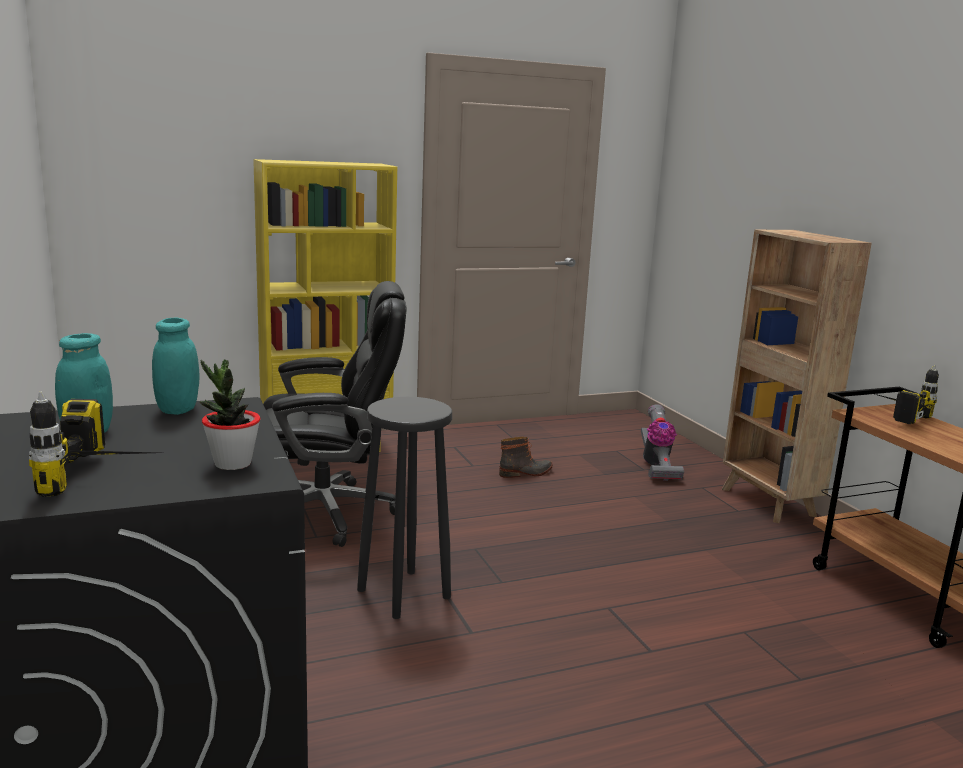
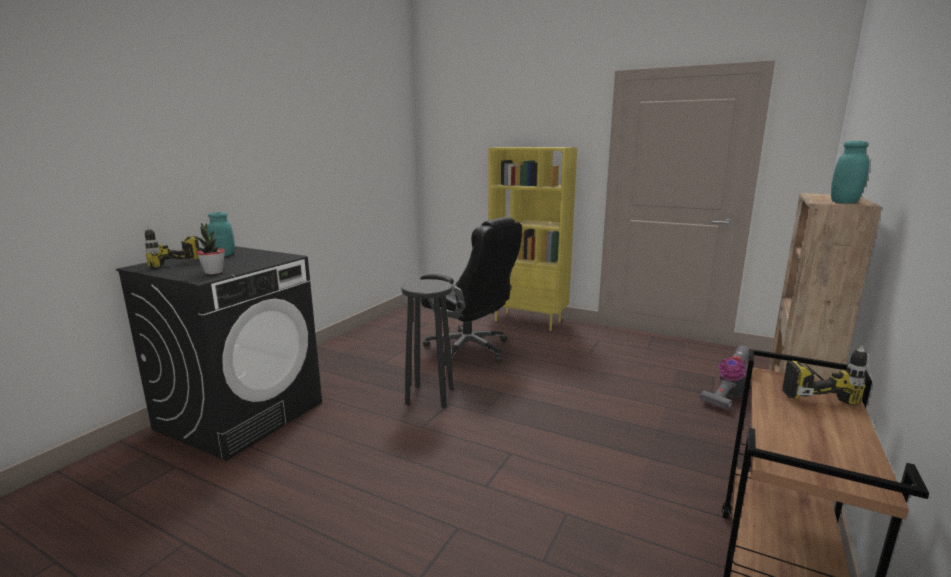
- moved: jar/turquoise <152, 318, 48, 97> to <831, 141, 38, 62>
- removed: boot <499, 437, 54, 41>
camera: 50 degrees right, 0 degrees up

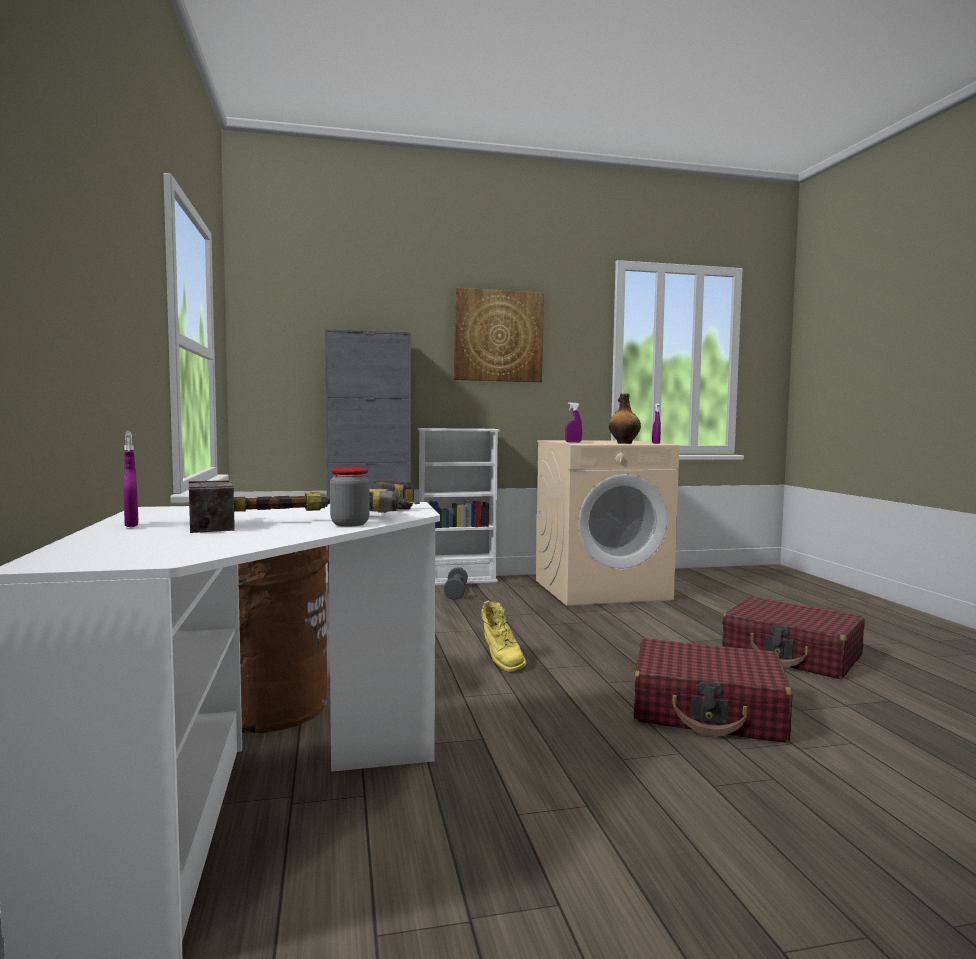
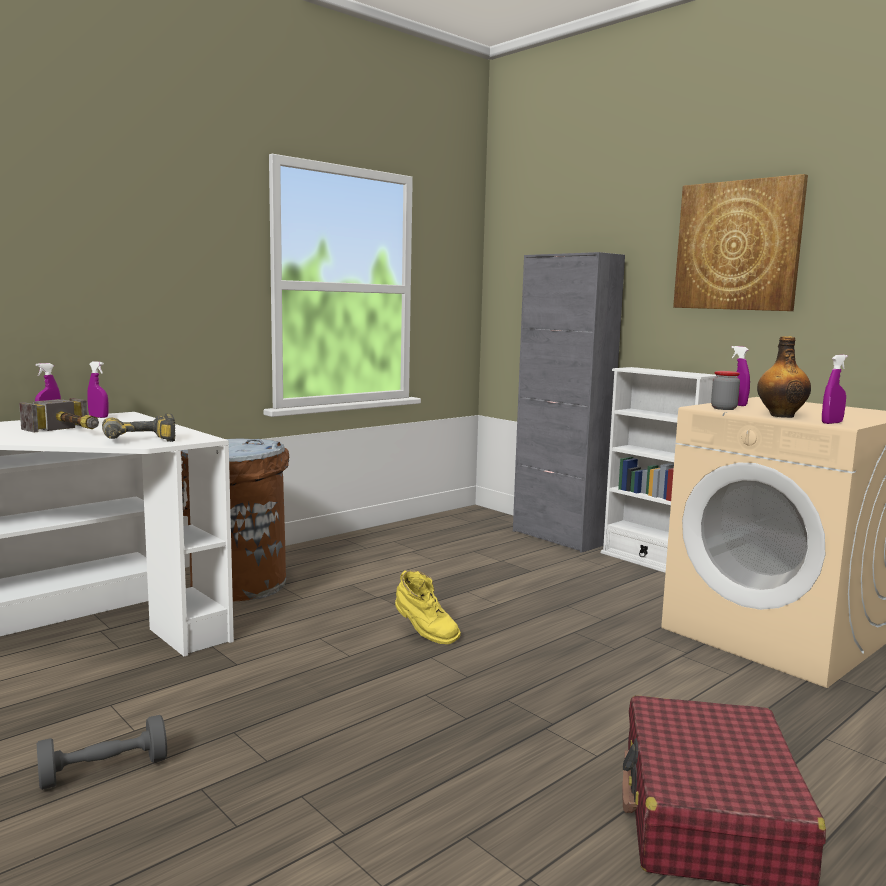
- moved: dumbbell/grey <444, 567, 24, 33> to <37, 715, 130, 75>
- added: spray bottle/purple <87, 361, 22, 57>
- turned: boot/yellow <481, 600, 45, 72> = <395, 570, 66, 74> 90 degrees counterclockwise
- moved: jar <330, 467, 40, 59> to <711, 371, 29, 39>
- removed: suitcase/red <634, 638, 159, 105>
camera: 60 degrees right, 5 degrees up

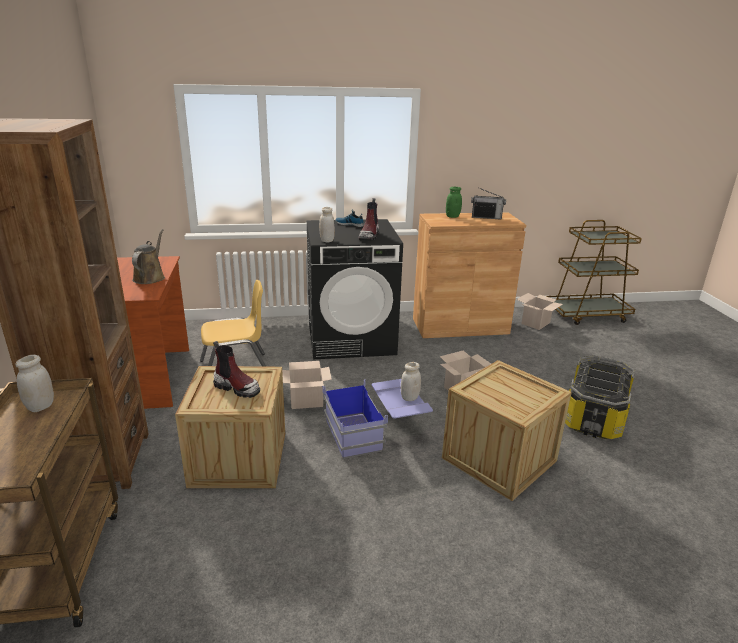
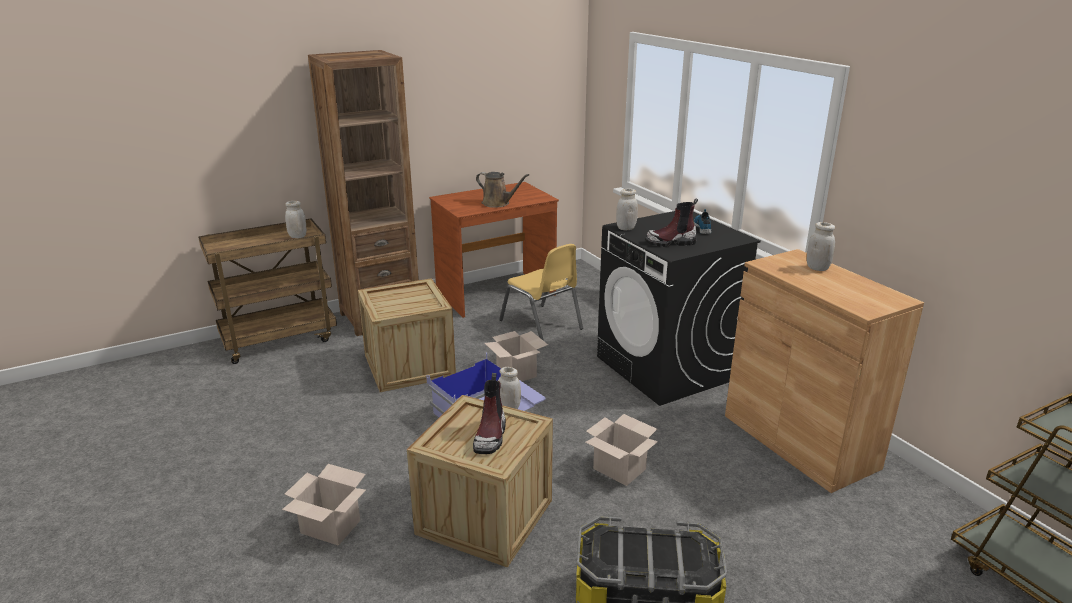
- moved: cardboard box <517, 293, 46, 37> to <282, 464, 84, 82>
- moved: boot <213, 341, 47, 57> to <473, 373, 33, 81>
- turned: watering can/brown <132, 229, 33, 55> = <476, 172, 53, 36> 45 degrees clockwise
- recoloured: jar/green <446, 187, 16, 31> to jar/white <807, 222, 28, 49>
- removed: radio <471, 188, 35, 32>
camera: 70 degrees right, 0 degrees up

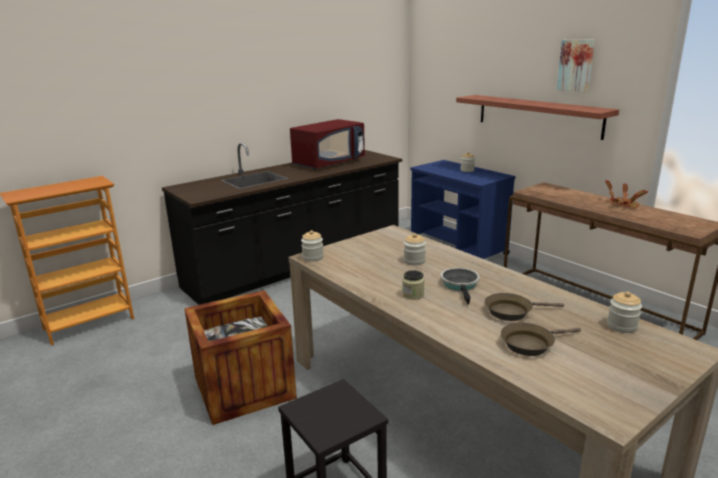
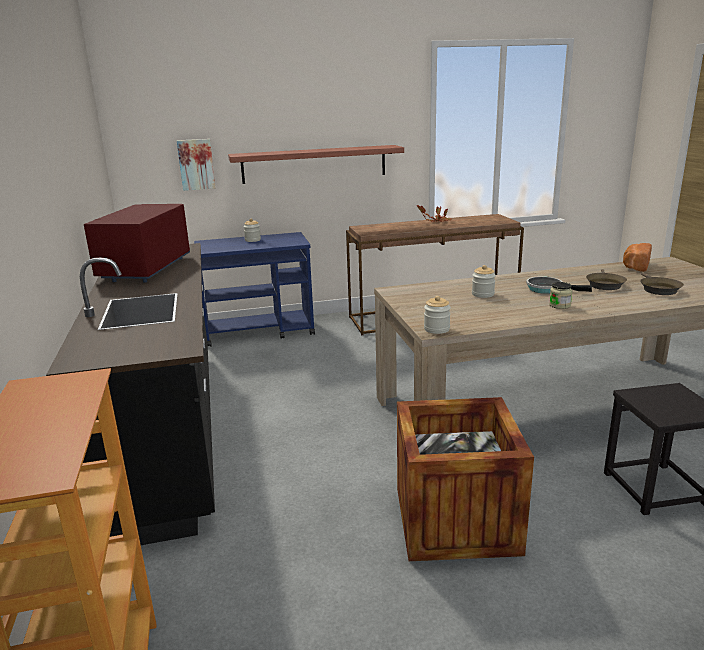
- turned: microwave/red <290, 119, 75, 51> = <84, 204, 106, 79> 150 degrees counterclockwise
- moved: picture <557, 39, 38, 53> to <177, 139, 38, 52>
- replaced: jar <607, 291, 35, 42> to bread <623, 243, 29, 29>
camera: 65 degrees left, 0 degrees up

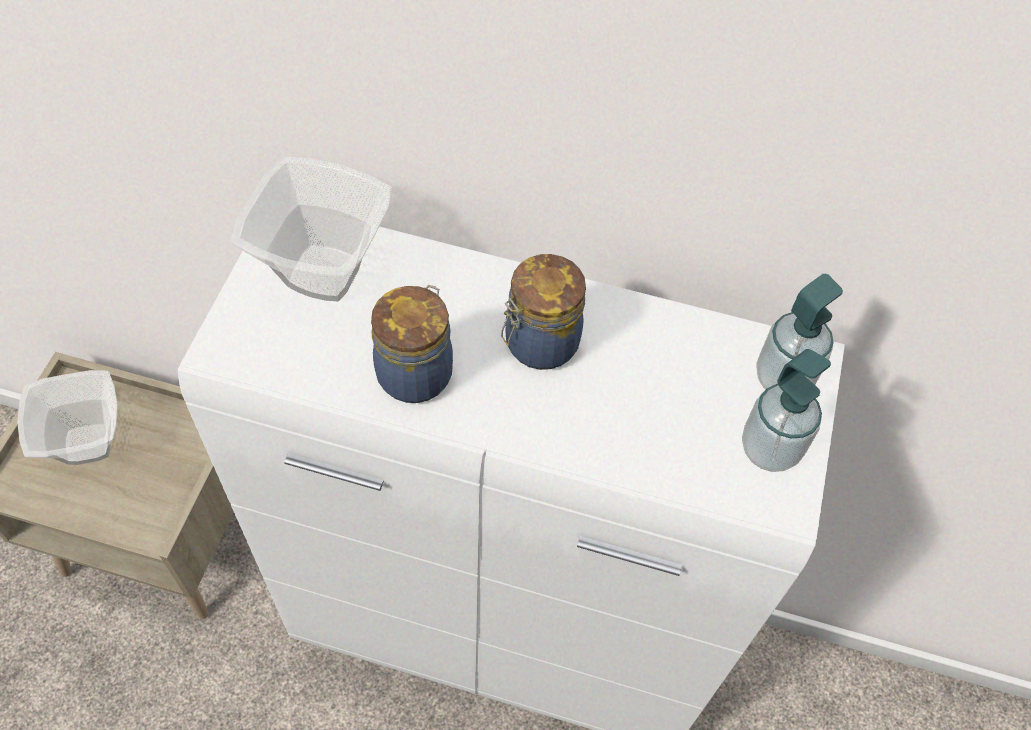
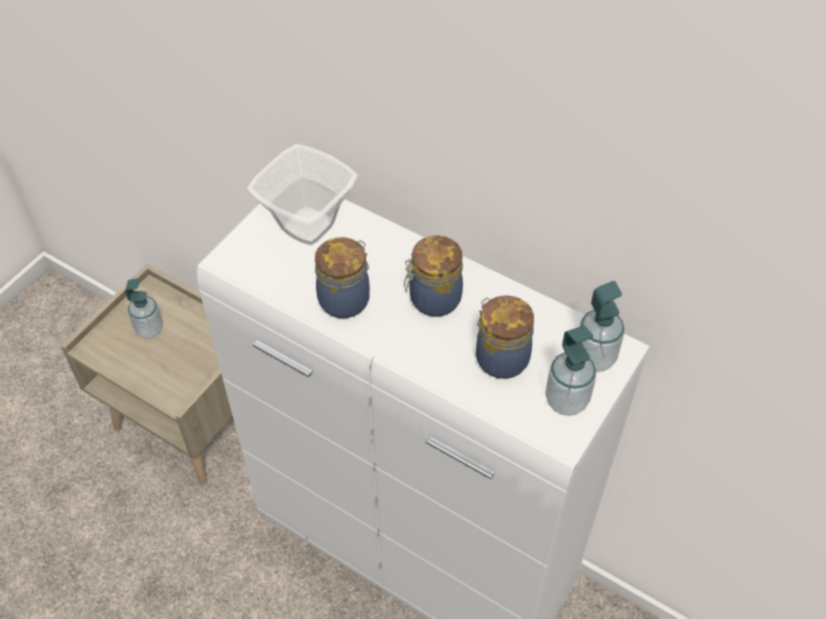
- replaced: bowl <17, 370, 100, 95> to soap dispenser <125, 278, 38, 61>
- added: jar <476, 295, 58, 84>
camera: 20 degrees right, 5 degrees down

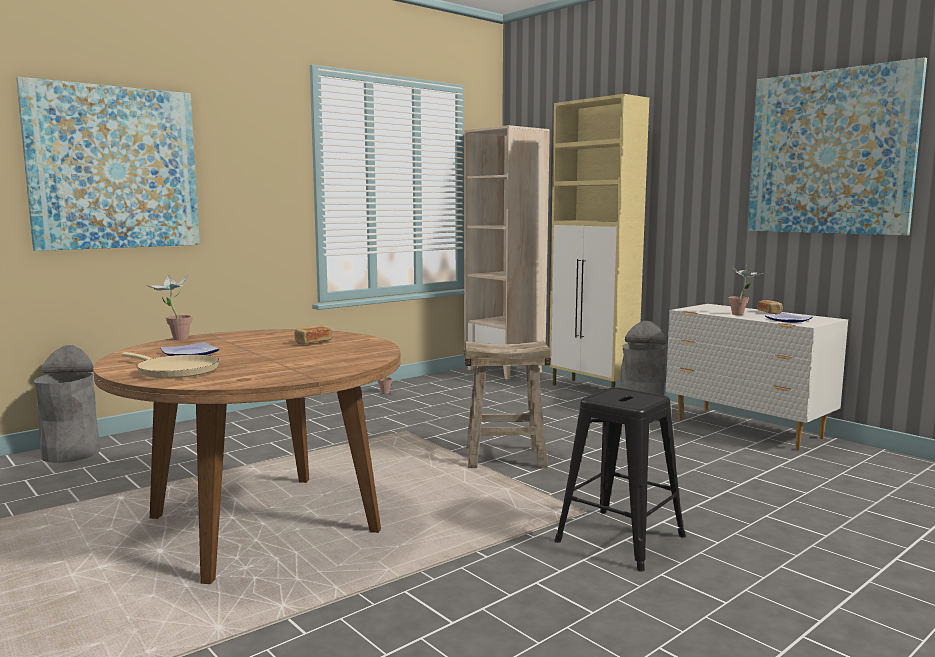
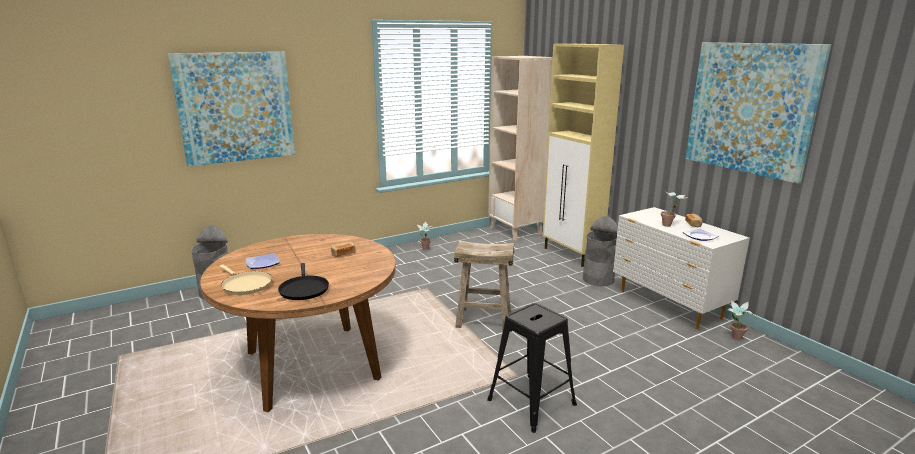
- added: frying pan/black <278, 263, 51, 37>
- moved: potted plant <148, 274, 45, 66> to <727, 300, 26, 40>
camera: 10 degrees right, 10 degrees up

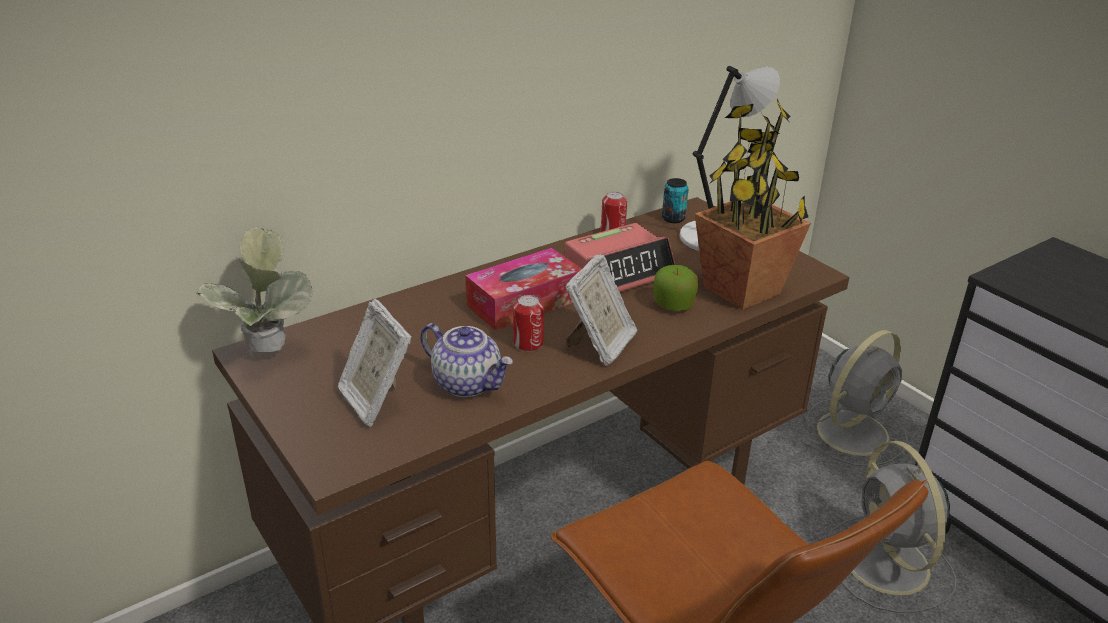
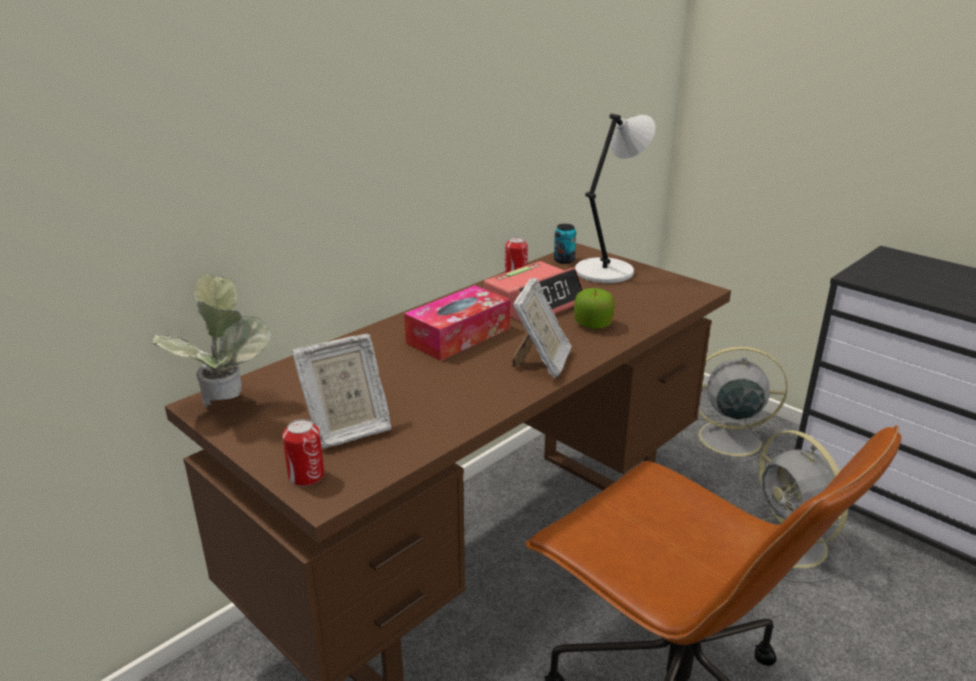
- moved: can <513, 295, 31, 56> to <282, 419, 42, 67>
- turned: picture frame <337, 299, 75, 128> = <292, 334, 99, 115> 75 degrees counterclockwise
- turned: fan/grey <803, 330, 105, 136> = <683, 346, 105, 118> 120 degrees counterclockwise
- removed: teapot <420, 323, 93, 74>
- removed: potted plant <695, 99, 116, 211>
camera: 10 degrees left, 5 degrees down

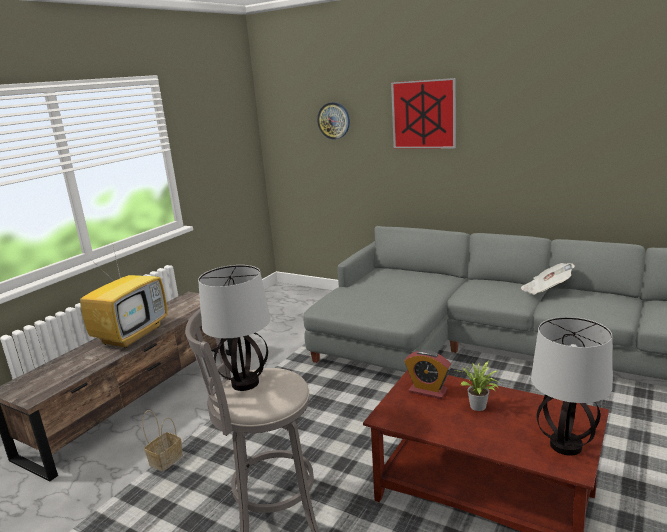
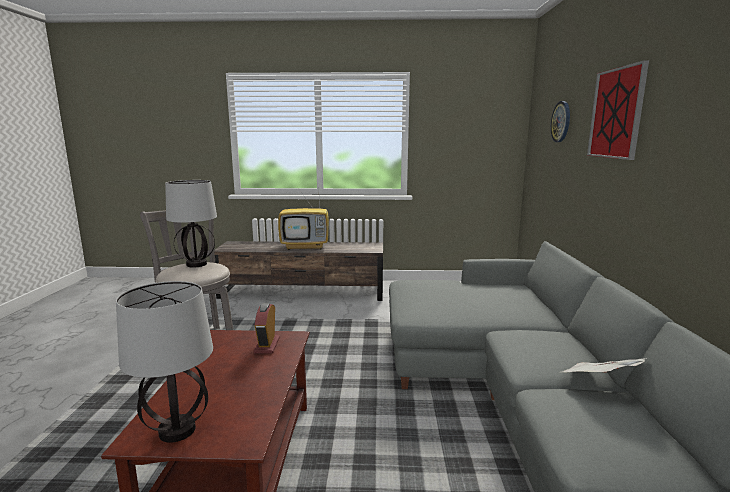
- removed: basket <142, 410, 41, 61>
- removed: potted plant <460, 361, 40, 50>
camera: 60 degrees right, 5 degrees down

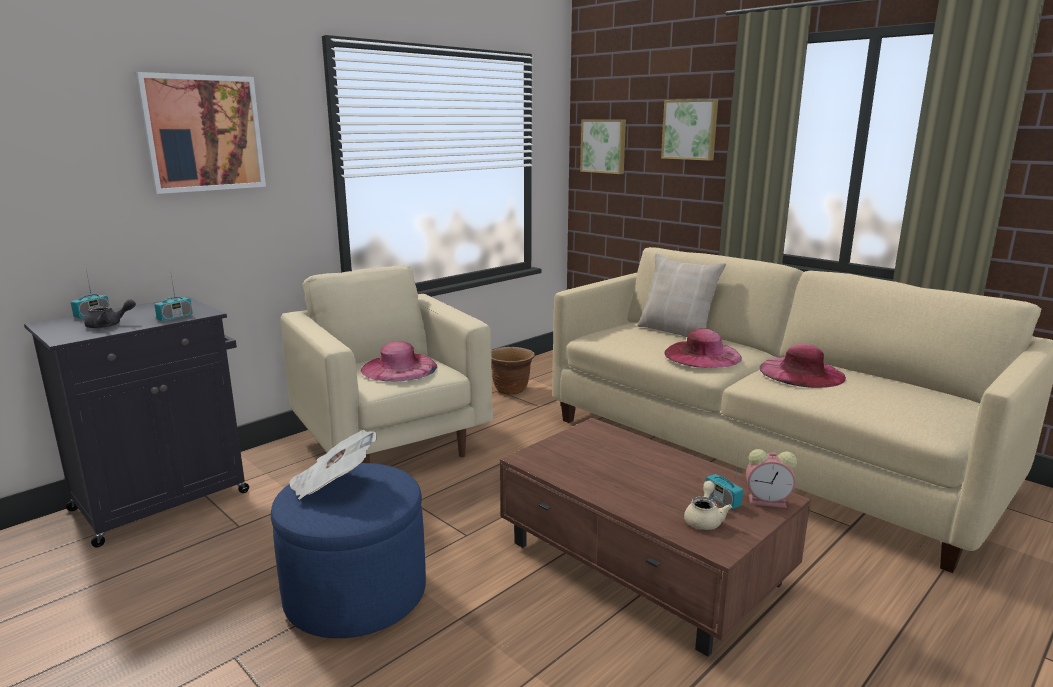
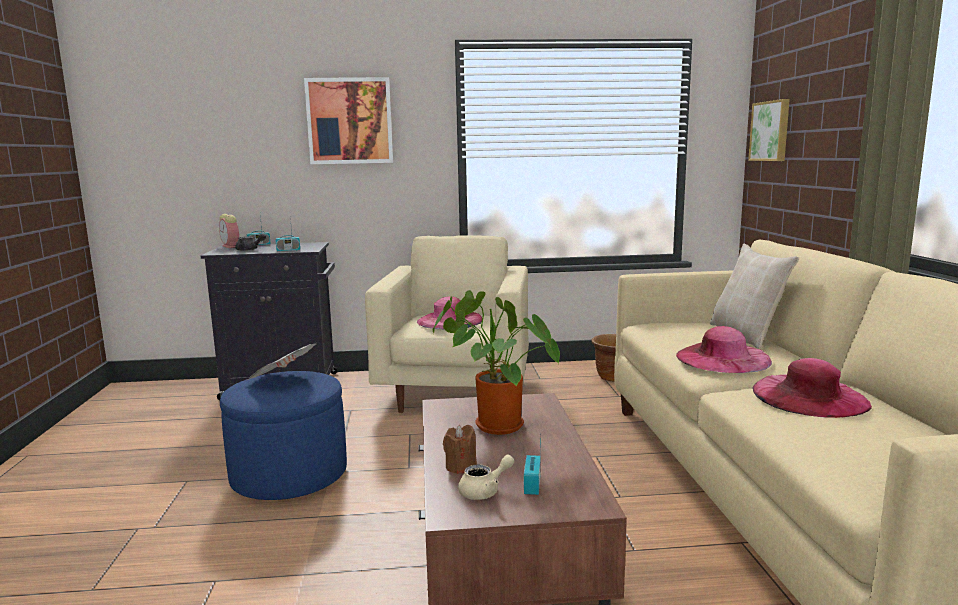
- moved: alarm clock <746, 449, 51, 59> to <219, 214, 20, 34>
- added: potted plant <433, 290, 127, 145>
- added: candle/brown <443, 425, 34, 49>
- removed: picture <661, 99, 57, 62>
camera: 40 degrees right, 5 degrees down

